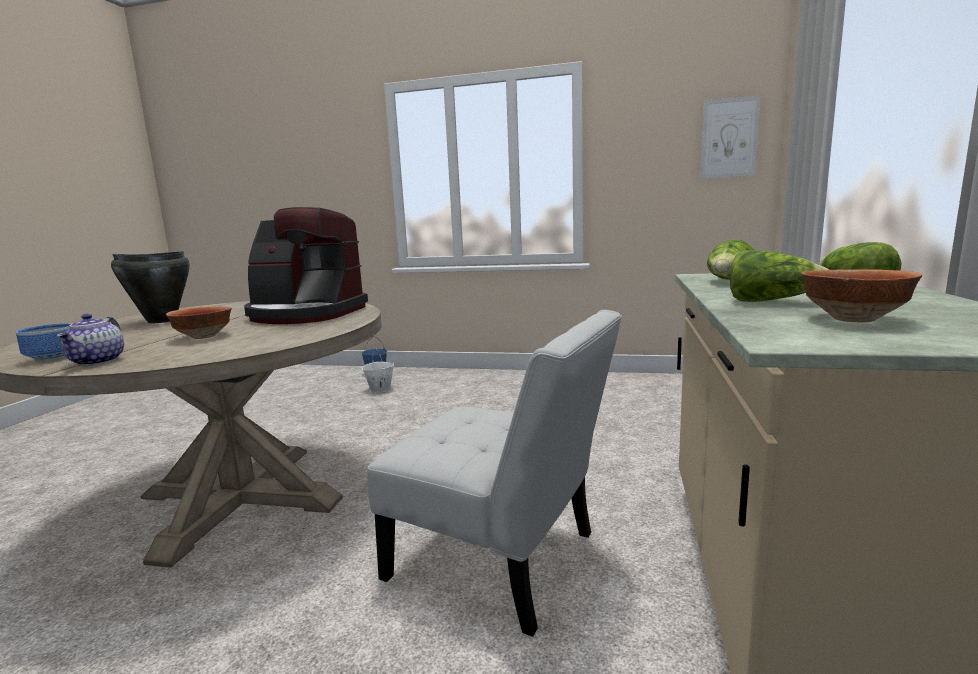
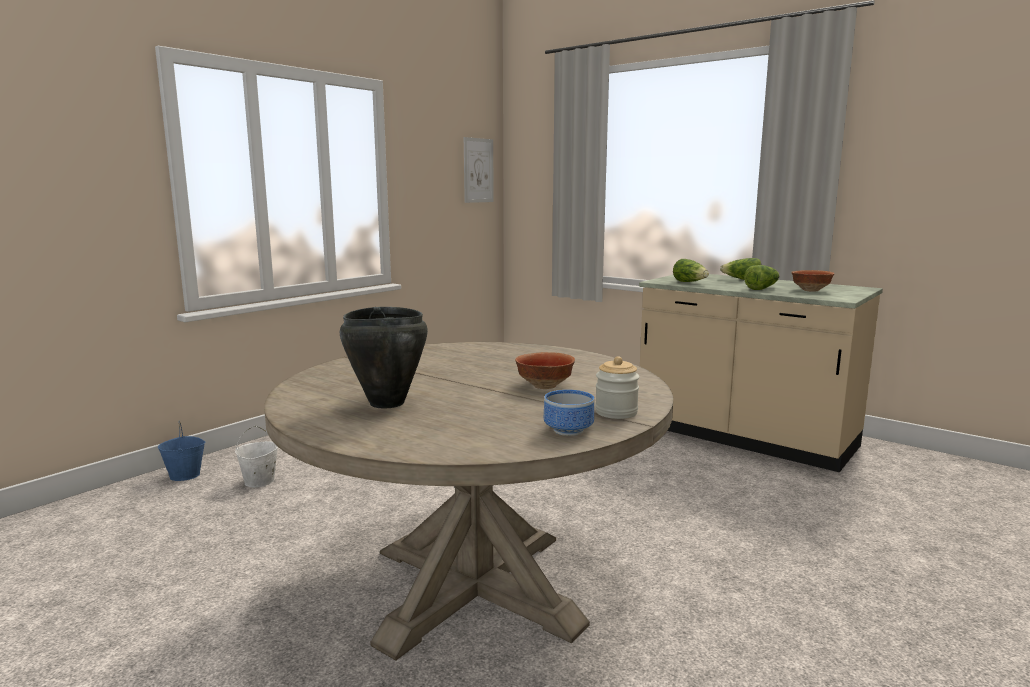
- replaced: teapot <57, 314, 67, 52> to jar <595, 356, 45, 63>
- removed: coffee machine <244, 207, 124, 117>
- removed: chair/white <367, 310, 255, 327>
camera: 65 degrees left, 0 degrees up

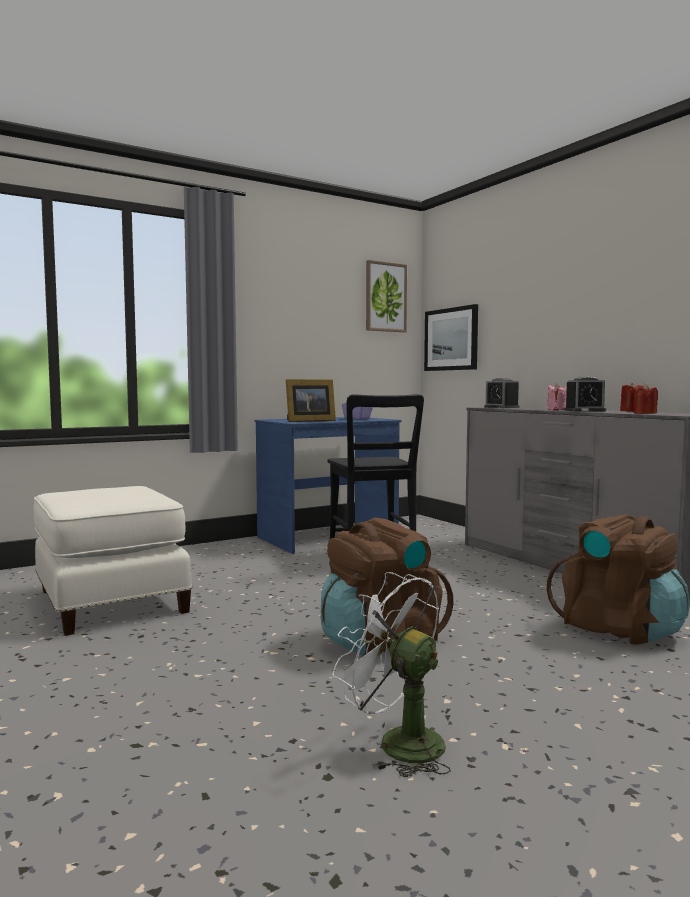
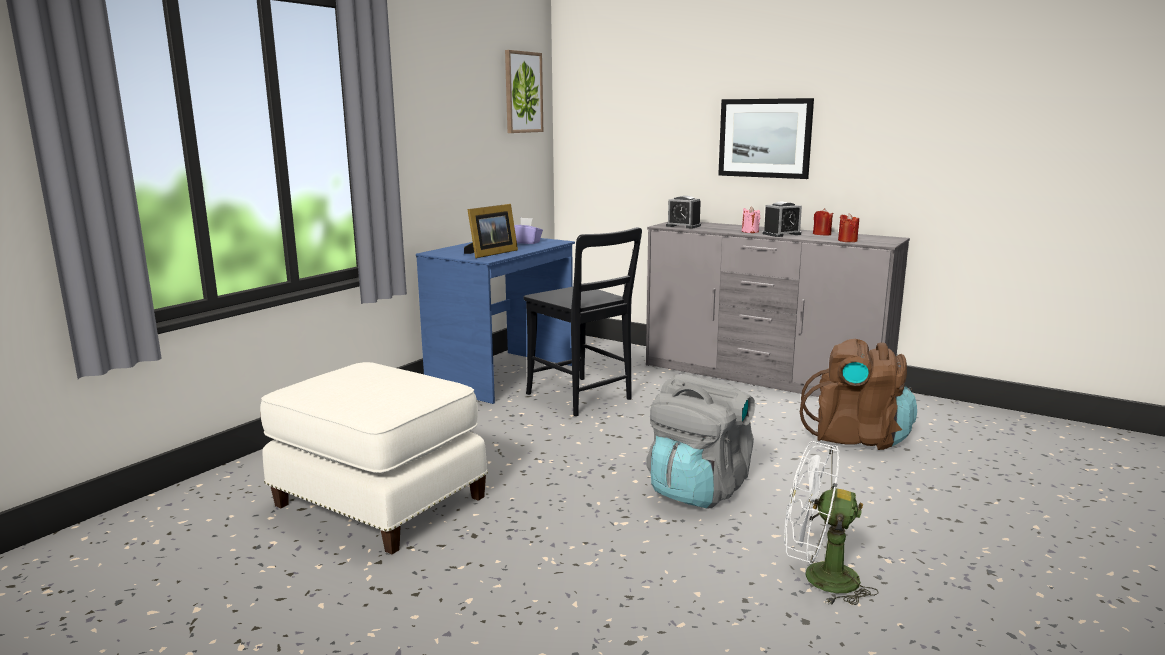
- recoloured: backpack/brown <321, 518, 132, 138> to backpack/grey <646, 374, 109, 135>
- moved: picture <424, 304, 54, 67> to <718, 98, 96, 81>
camera: 25 degrees left, 10 degrees up

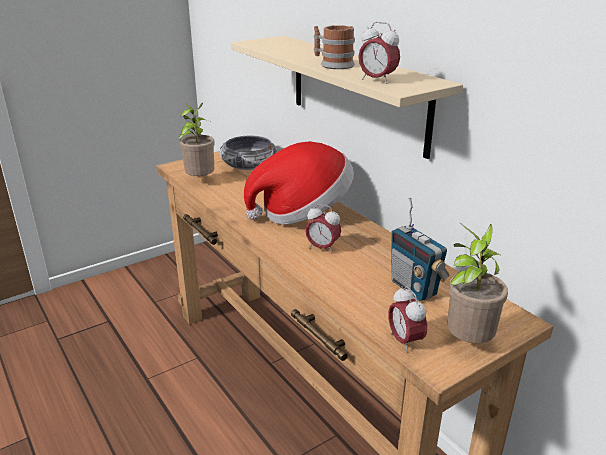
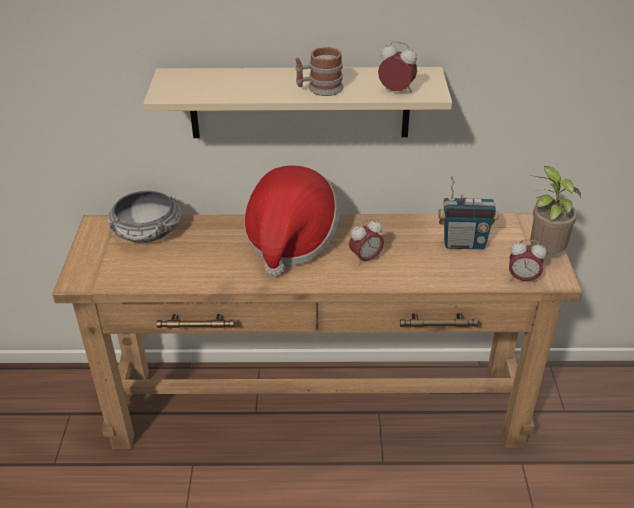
- turned: alarm clock <358, 22, 42, 62> = <378, 41, 39, 51> 135 degrees counterclockwise
- removed: potted plant <178, 103, 37, 73>
camera: 55 degrees left, 10 degrees up

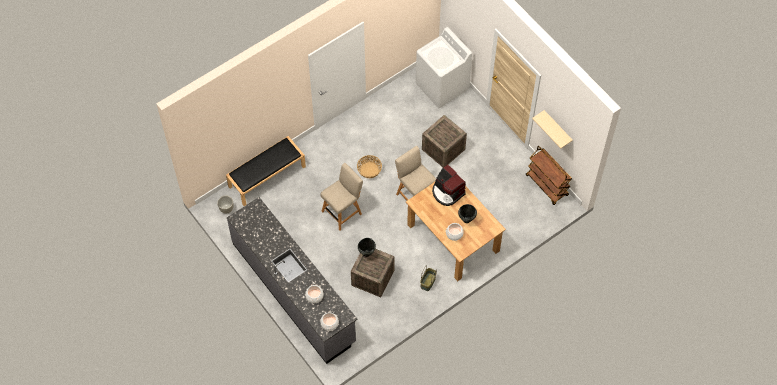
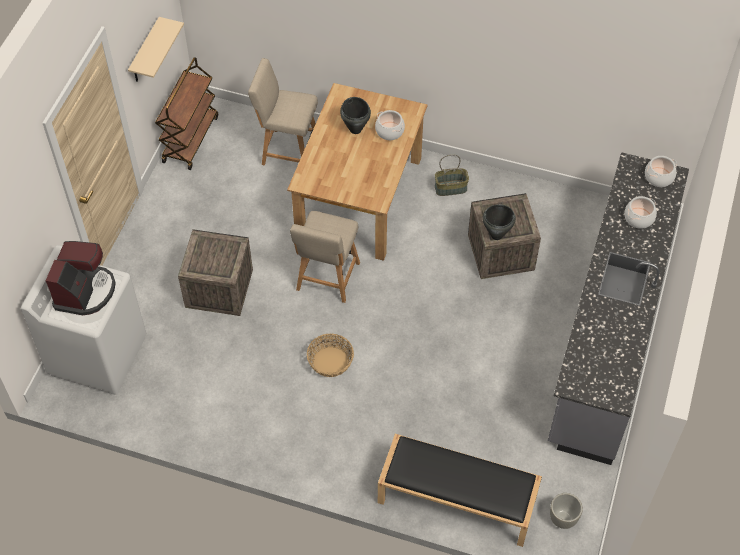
- moved: coffee machine <432, 165, 34, 41> to <46, 241, 70, 74>
- moved: chair/beige <321, 163, 42, 67> to <248, 58, 70, 107>
camera: 125 degrees left, 5 degrees down

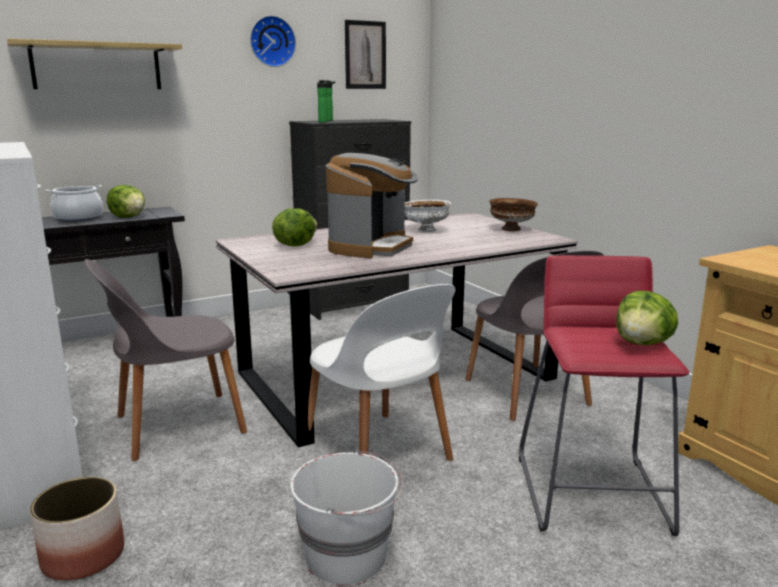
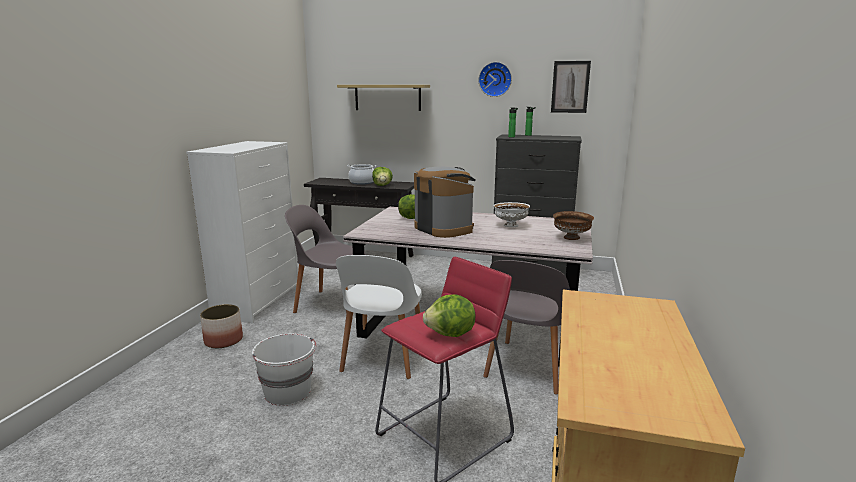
- turned: coffee machine <326, 153, 92, 105> = <414, 167, 61, 71> 105 degrees counterclockwise
camera: 45 degrees right, 0 degrees up

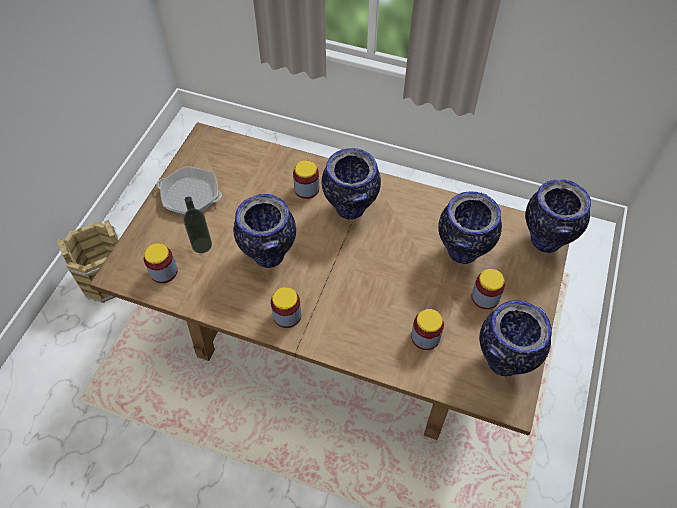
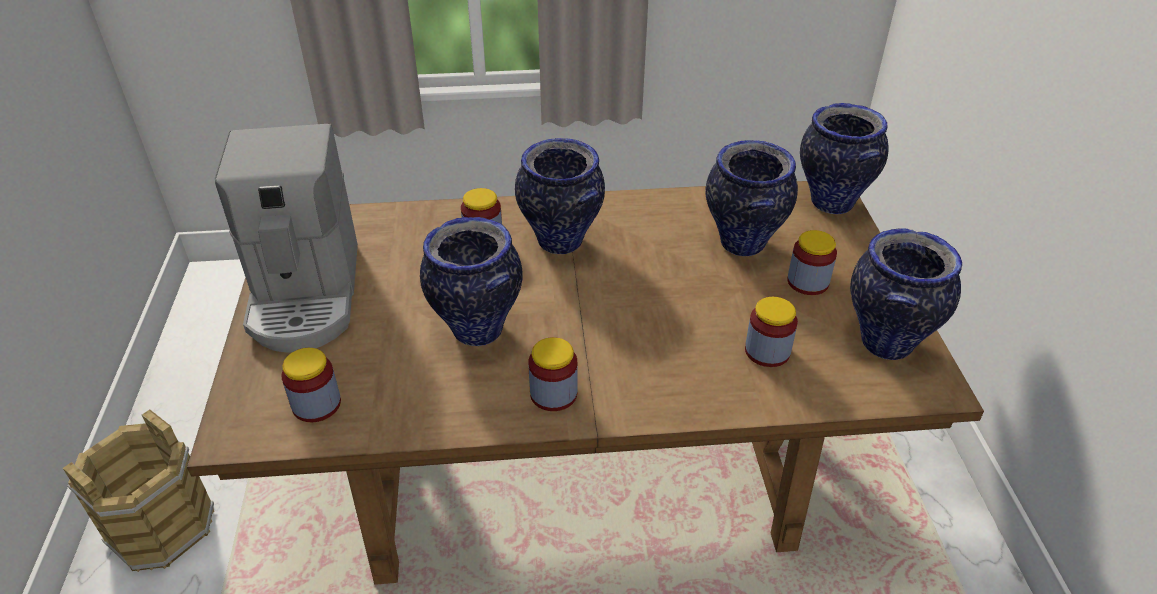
- replaced: frying pan <157, 166, 65, 48> to coffee machine <214, 124, 144, 229>
- removed: bottle <183, 196, 29, 57>
camera: 25 degrees left, 15 degrees down

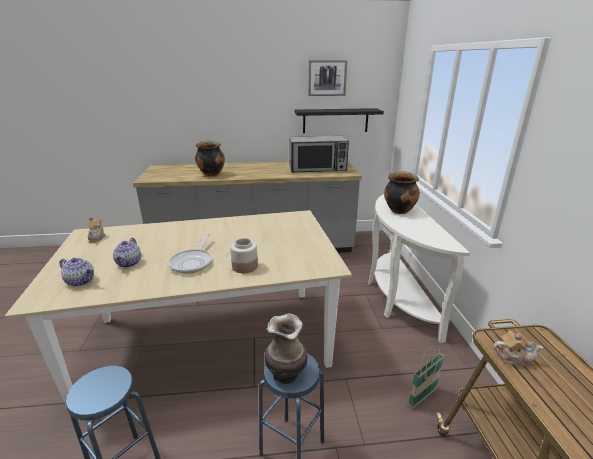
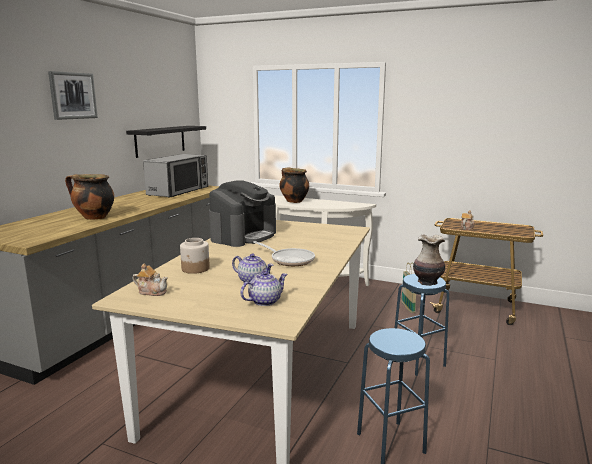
- moved: picture <308, 60, 40, 36> to <48, 71, 50, 49>
- moved: jar <230, 238, 28, 35> to <180, 238, 30, 36>
- added: coffee machine <209, 180, 67, 67>
camera: 60 degrees left, 10 degrees down

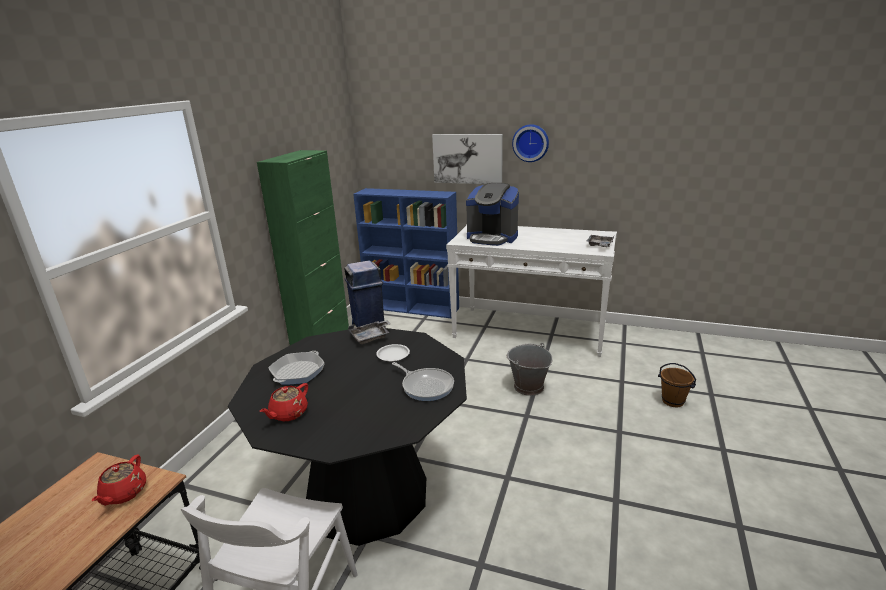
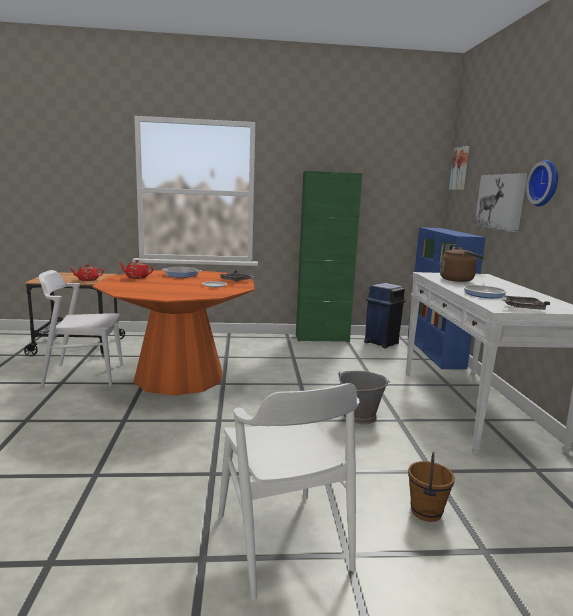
- recoloured: dining table/black <228, 328, 239, 218> to dining table/orange <93, 270, 162, 126>
- added: chair/white <219, 383, 141, 217>
- replaced: coffee machine <466, 183, 53, 63> to kettle/brown <440, 247, 44, 35>
- added: picture <449, 146, 20, 44>
- moved: frying pan <392, 362, 62, 39> to <464, 281, 42, 17>
camera: 65 degrees right, 10 degrees down

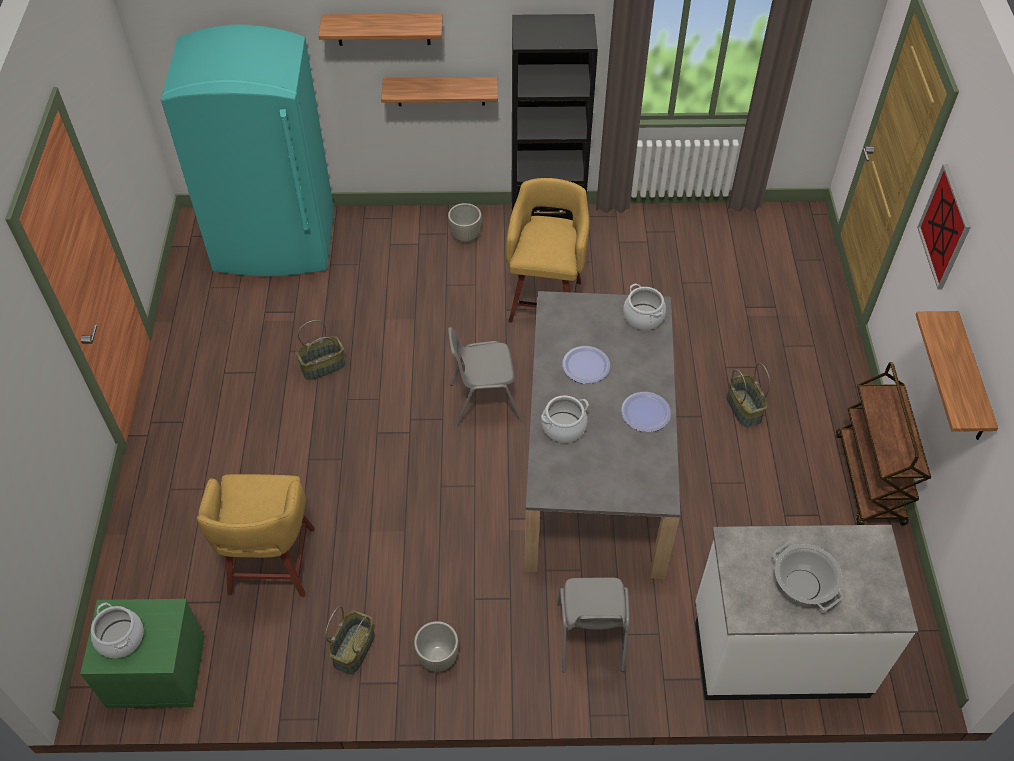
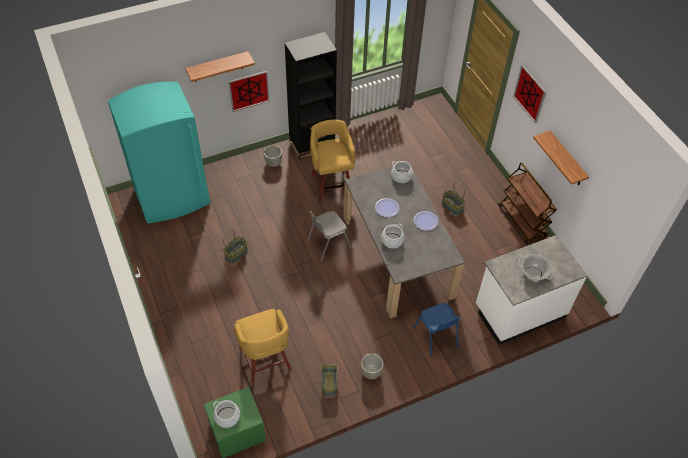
- replaced: shelf <381, 77, 117, 29> to picture <229, 71, 40, 41>
- recoloured: chair/grey <557, 577, 73, 95> to chair/blue <413, 303, 48, 54>
camera: 25 degrees left, 0 degrees up

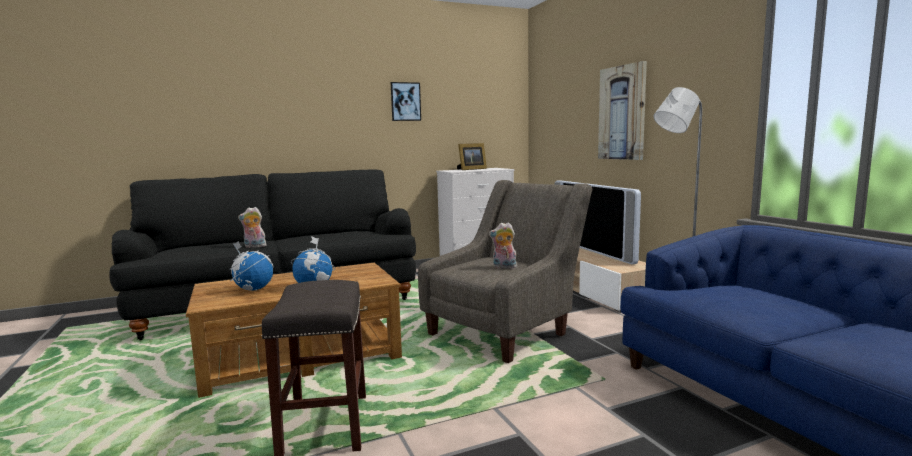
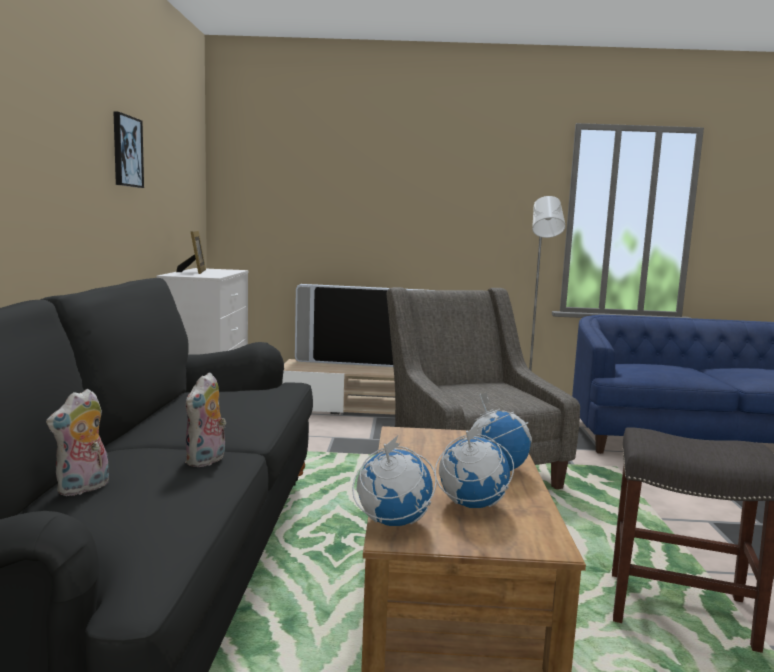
- moved: plush toy <489, 222, 28, 47> to <46, 389, 63, 107>
- added: globe <352, 436, 84, 90>
- removed: picture <598, 61, 49, 99>
camera: 65 degrees left, 0 degrees up

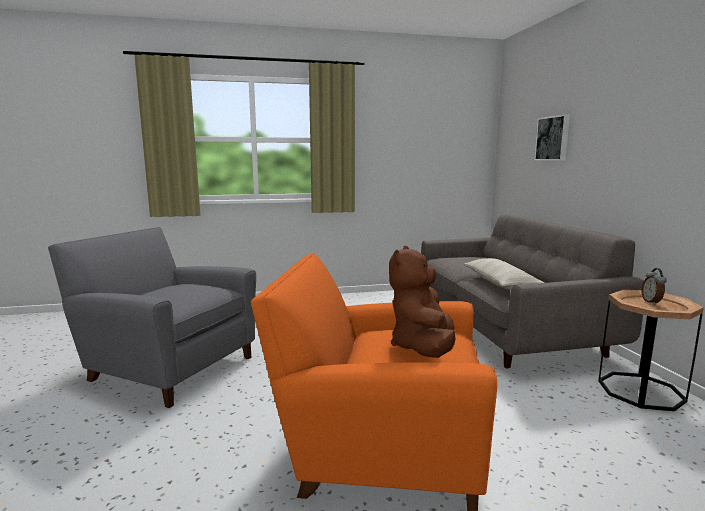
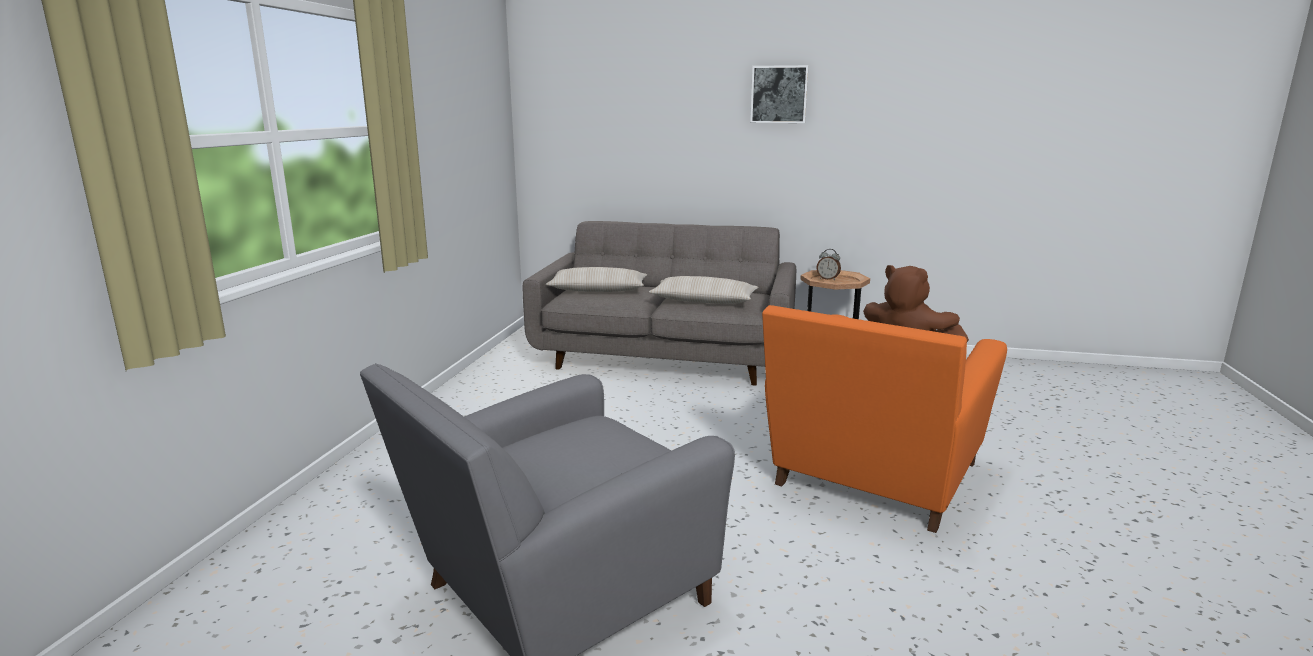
- added: pillow/beige <546, 267, 101, 25>
- moved: picture <534, 114, 36, 47> to <750, 65, 59, 58>
camera: 65 degrees left, 5 degrees up

